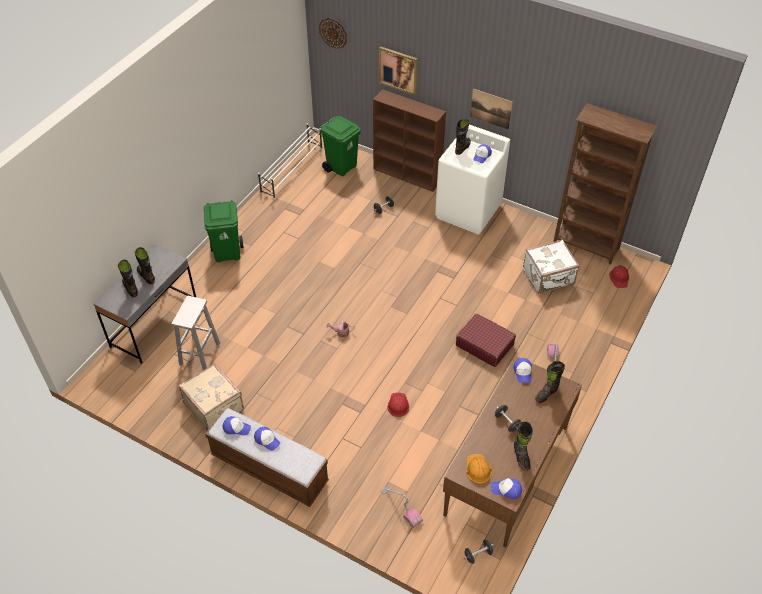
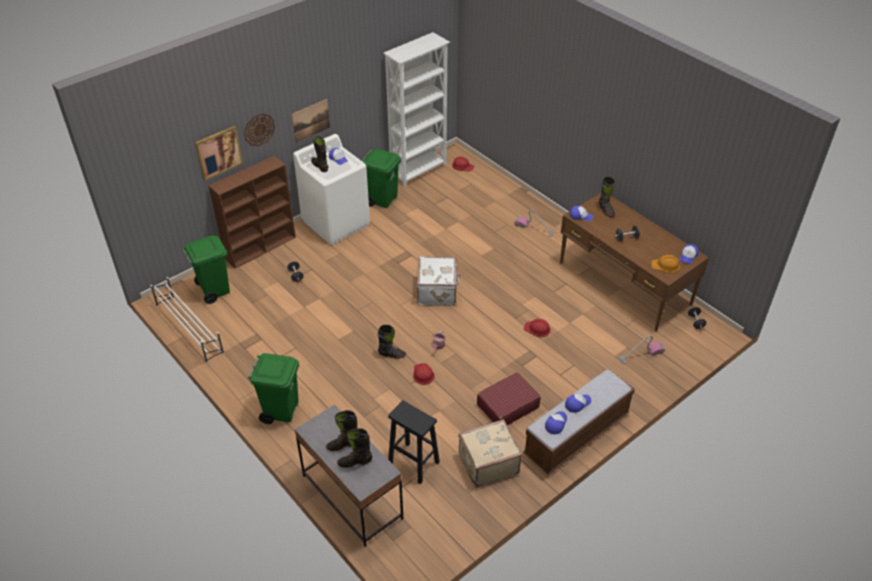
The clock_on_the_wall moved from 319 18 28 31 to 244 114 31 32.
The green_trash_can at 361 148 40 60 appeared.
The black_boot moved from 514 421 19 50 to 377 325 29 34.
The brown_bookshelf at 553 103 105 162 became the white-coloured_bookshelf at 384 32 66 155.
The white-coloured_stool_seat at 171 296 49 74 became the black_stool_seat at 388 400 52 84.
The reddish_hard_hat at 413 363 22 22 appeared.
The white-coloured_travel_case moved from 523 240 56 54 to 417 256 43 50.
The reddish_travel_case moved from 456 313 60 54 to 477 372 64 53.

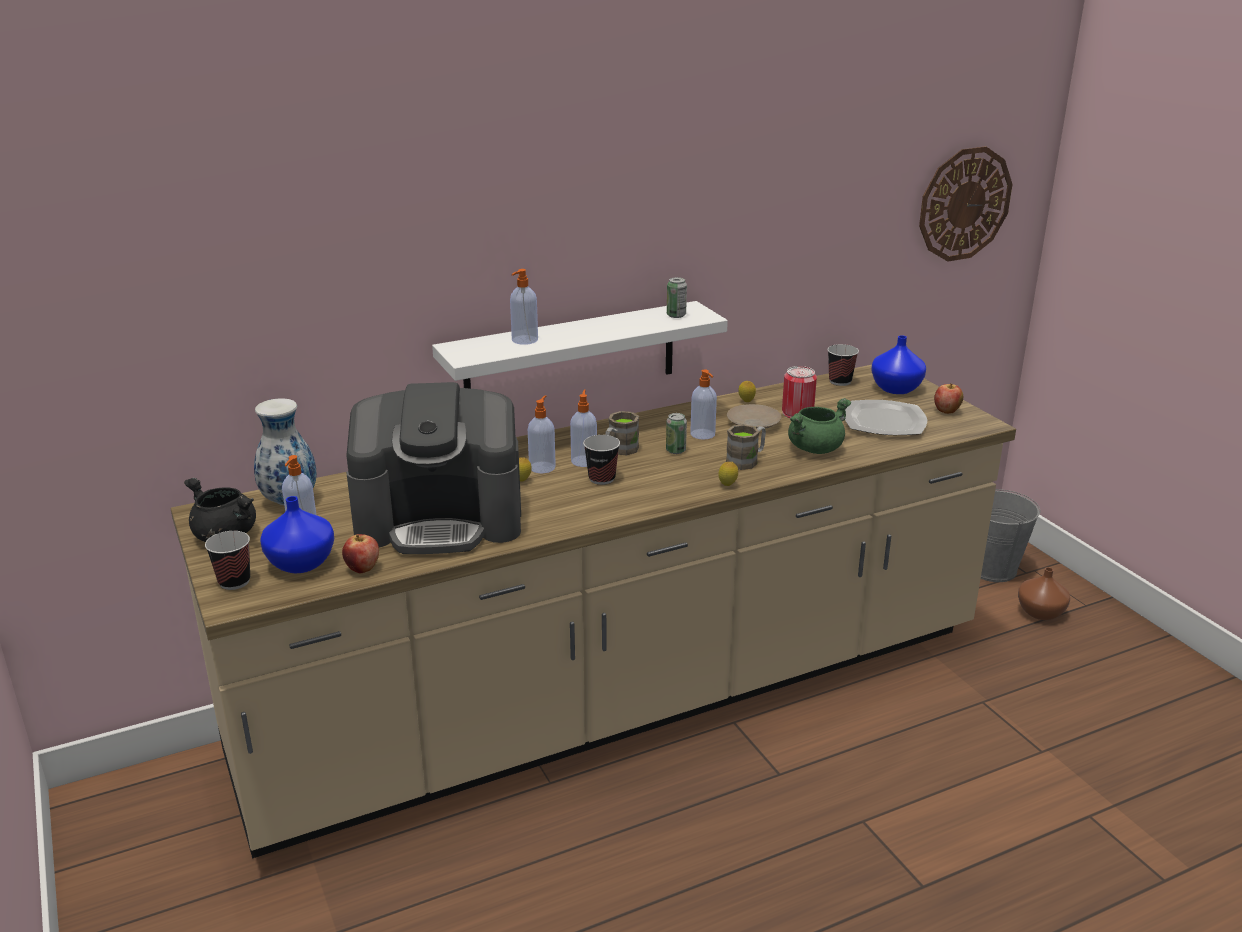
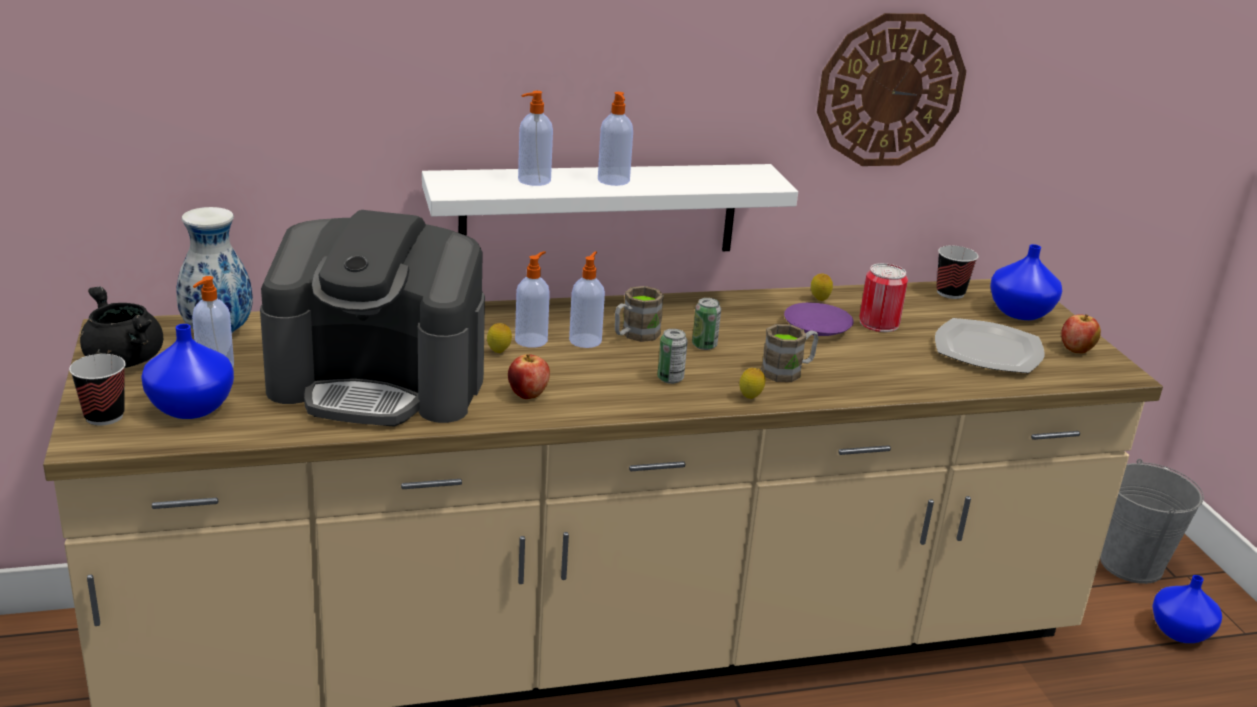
The apple moved from 342 534 37 39 to 508 354 42 45.
The soap_dispenser moved from 690 369 27 71 to 598 92 35 94.
The can moved from 667 277 20 41 to 657 329 31 55.
The sand-coloured_flat_dish at 727 404 54 25 became the purple_flat_dish at 784 303 70 33.
The clock_on_the_wall moved from 919 146 93 115 to 817 13 149 153.
The brown_vase at 1018 567 52 53 became the blue_vase at 1152 575 70 68.
The cup at 583 435 37 50 disappeared.
The green_saucepot at 788 398 63 56 disappeared.

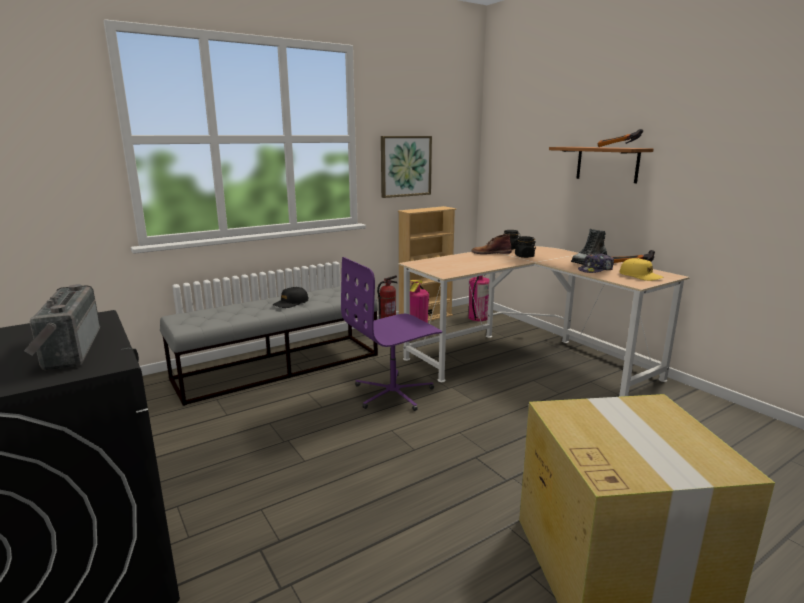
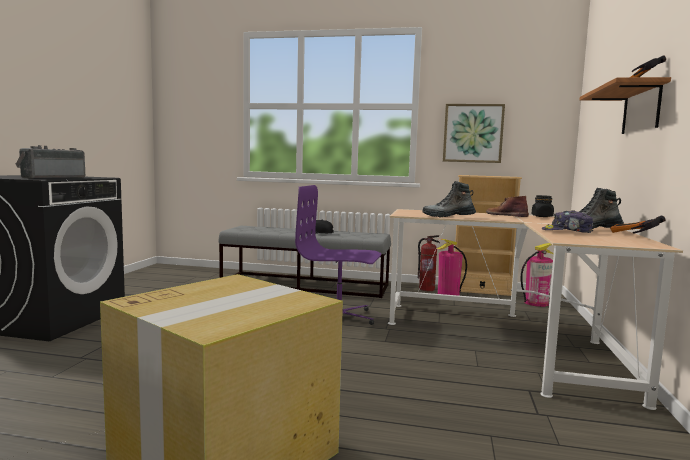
The boot at 423 181 53 37 appeared.
The black_storage_jar at 514 236 22 22 disappeared.
The yellowish_peaked_cap at 620 258 44 23 disappeared.

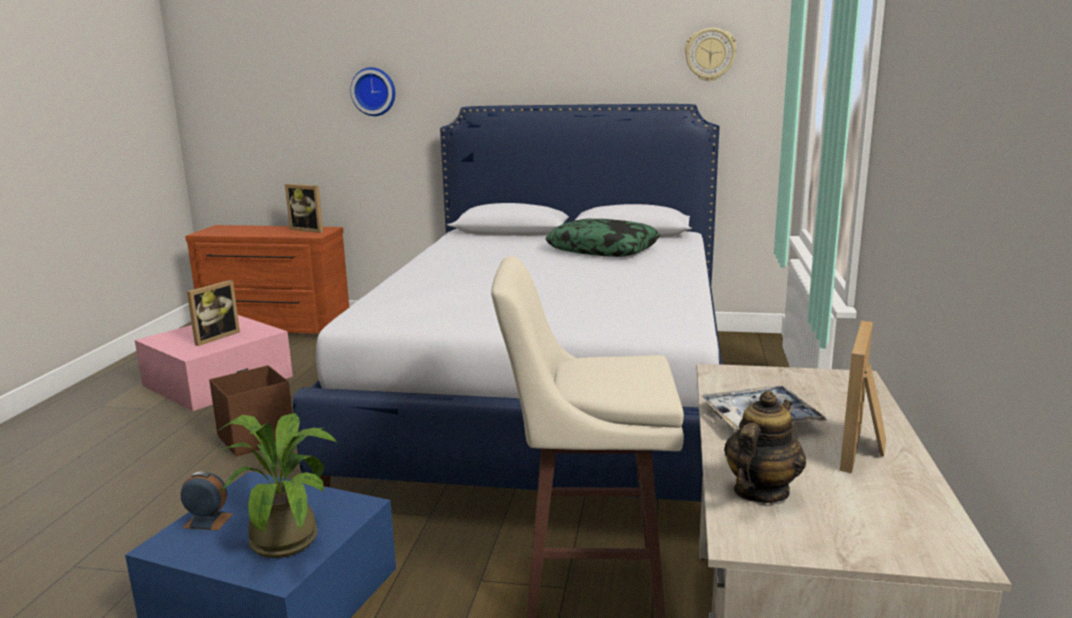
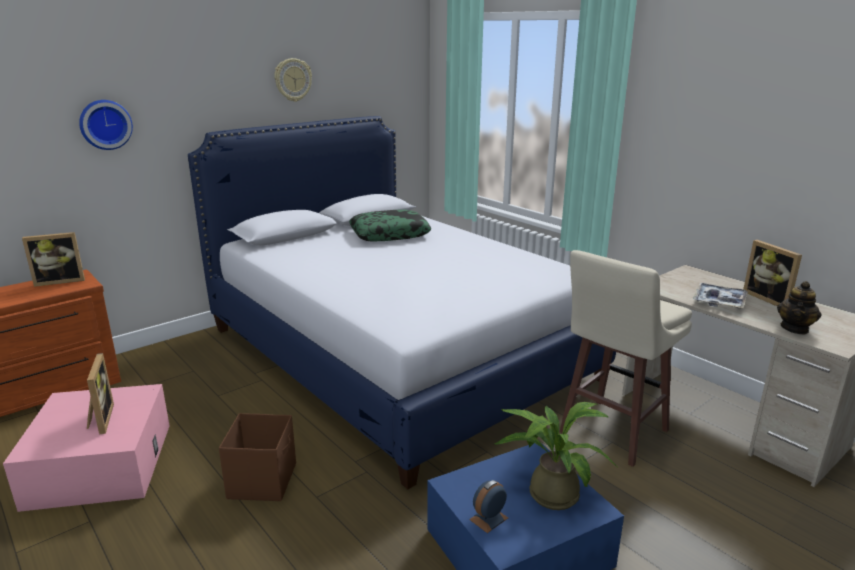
The clock_on_the_wall moved from 685 28 52 53 to 274 58 38 44.
The pot_for_tea at 724 391 82 112 turned 135 degrees counterclockwise.

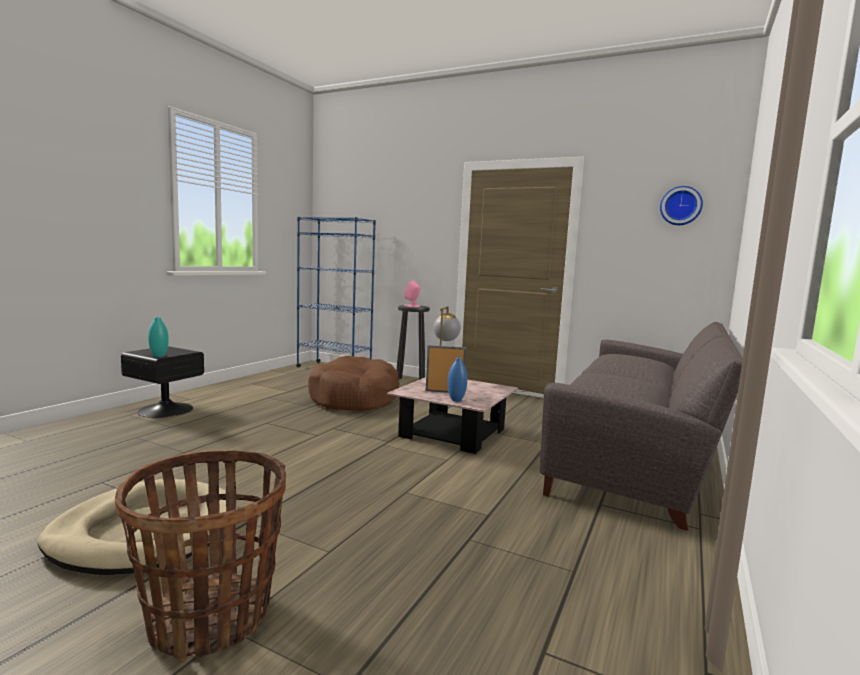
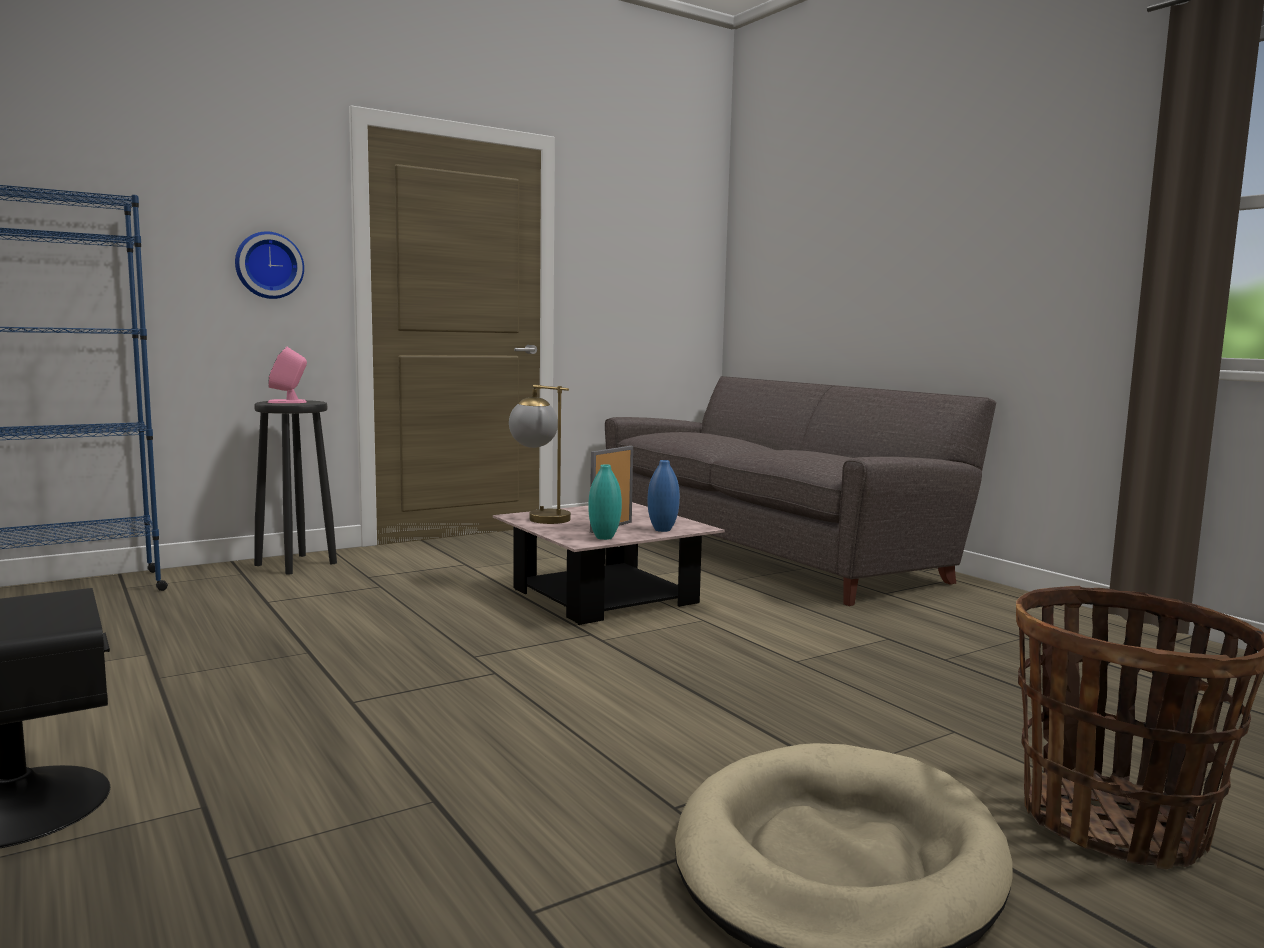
The clock_on_the_wall moved from 660 186 43 39 to 235 231 69 68.
The turquoise-coloured_vase moved from 148 317 21 40 to 588 464 34 76.
The brown_dog_cushion at 308 356 92 55 disappeared.

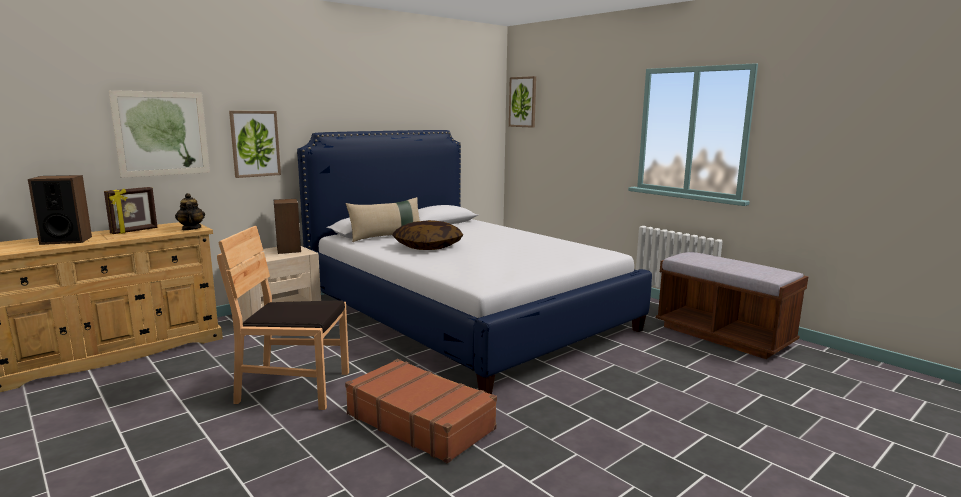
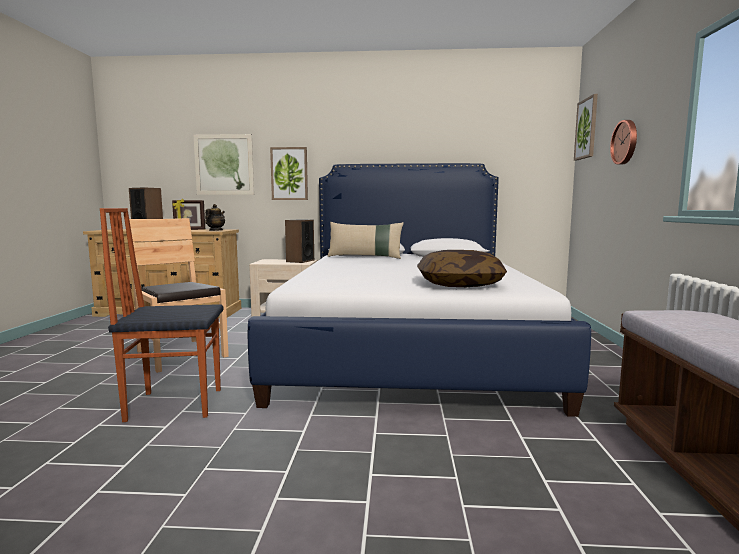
The brown_travel_case at 345 359 152 105 was replaced by the chair at 100 208 123 214.
The throw_pillow moved from 392 220 71 30 to 417 250 90 37.
The clock_on_the_wall at 610 120 27 44 appeared.

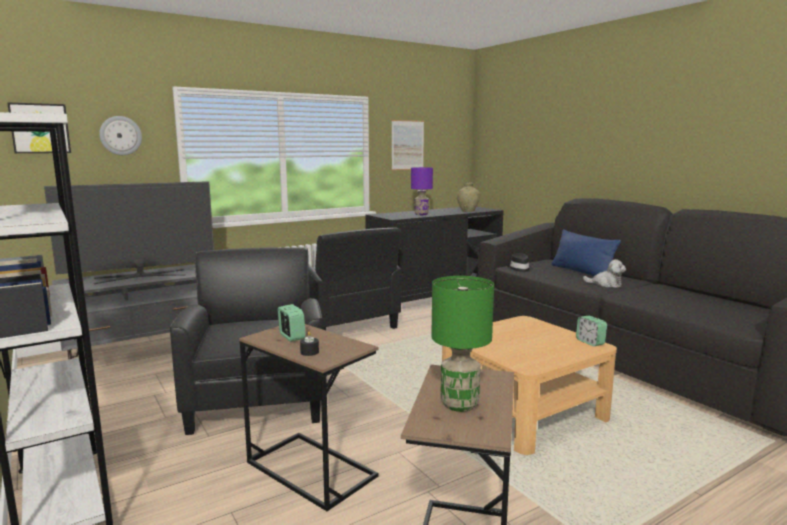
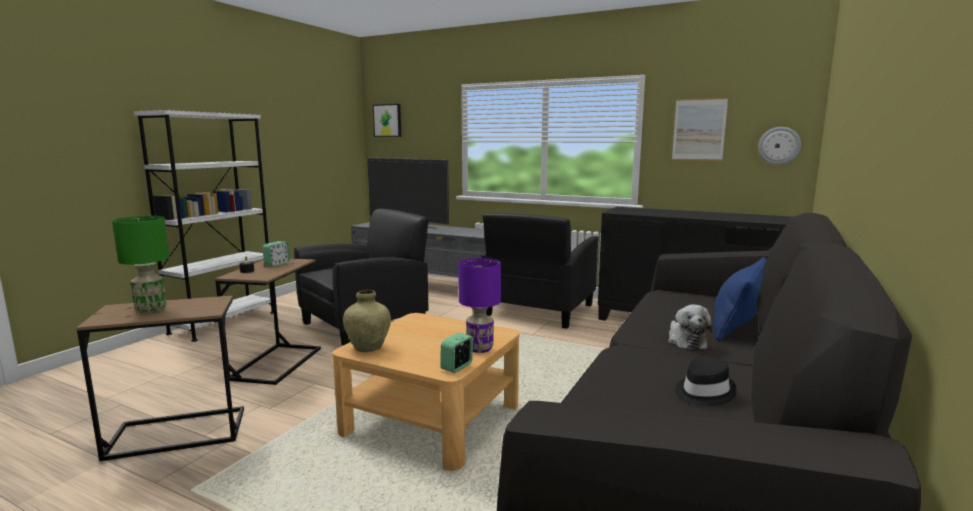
The sand-coloured_vase moved from 457 182 23 30 to 343 290 48 62.
The purple_table_lamp moved from 411 167 22 48 to 458 258 43 95.
The black_hat moved from 507 253 26 19 to 675 356 62 50.
The clock_on_the_wall moved from 99 116 43 39 to 758 127 43 38.

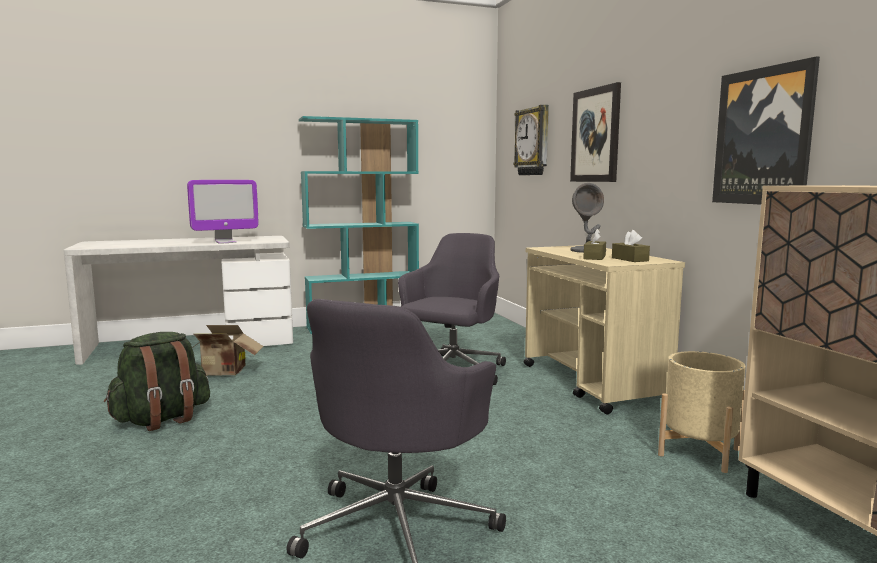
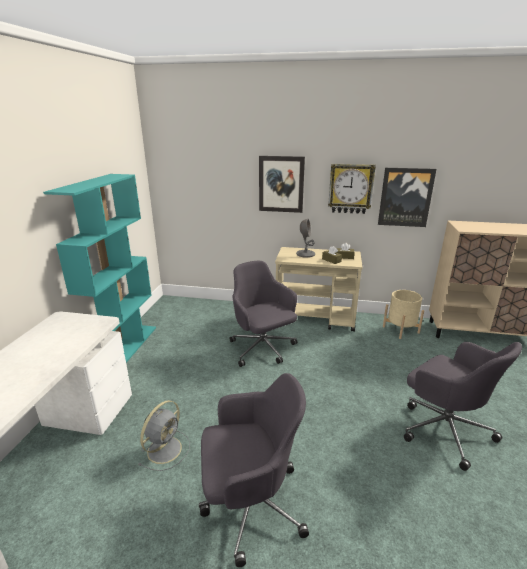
The cardboard_box at 192 325 72 50 was replaced by the gray_electric_fan at 138 400 52 71.
The green_backpack at 104 332 106 99 was replaced by the gray_office_chair at 199 373 110 194.
The clock_on_the_wall moved from 513 105 36 70 to 328 164 48 50.
The computer_screen at 187 180 72 64 disappeared.

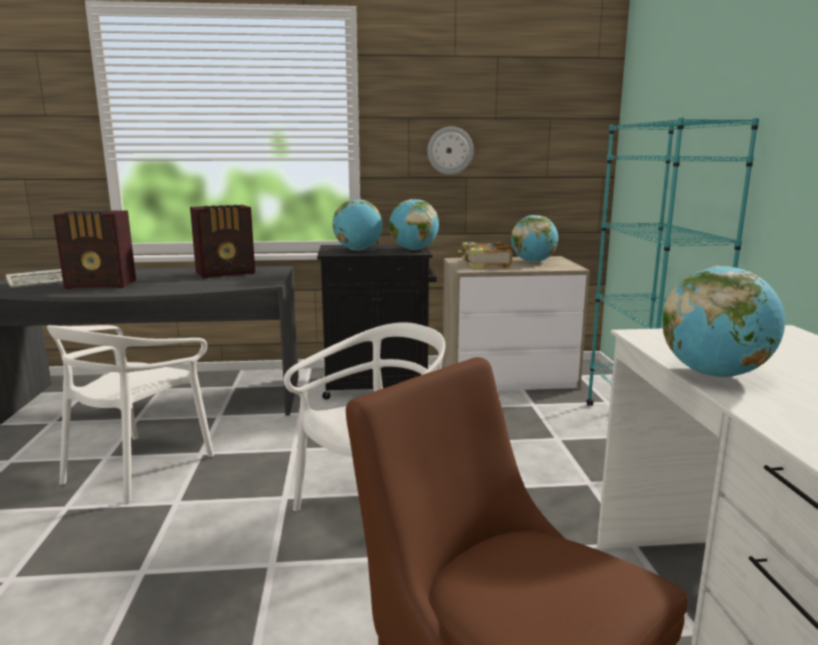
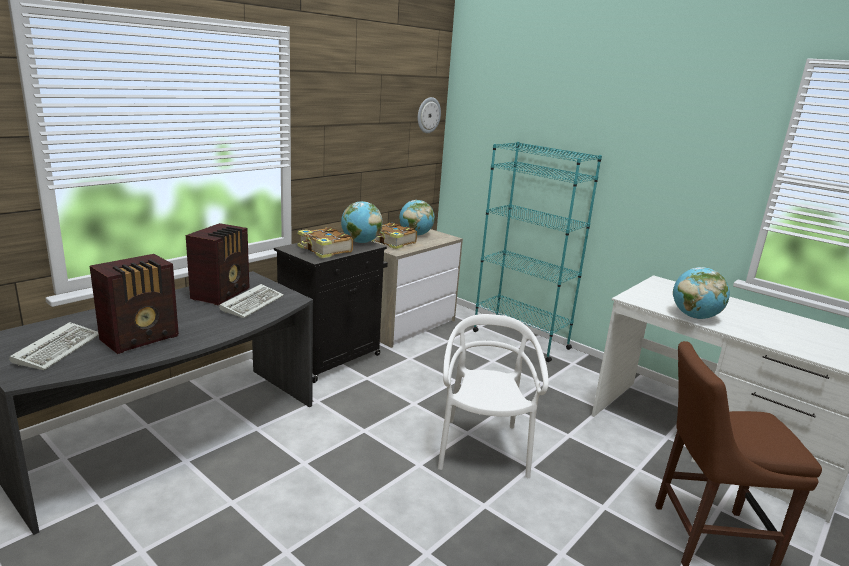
The PC_keyboard at 219 284 65 34 appeared.
The globe at 332 199 51 52 was replaced by the book at 297 227 56 31.
The clock_on_the_wall moved from 427 126 47 49 to 418 97 23 36.
The white-coloured_chair at 47 325 167 178 disappeared.

